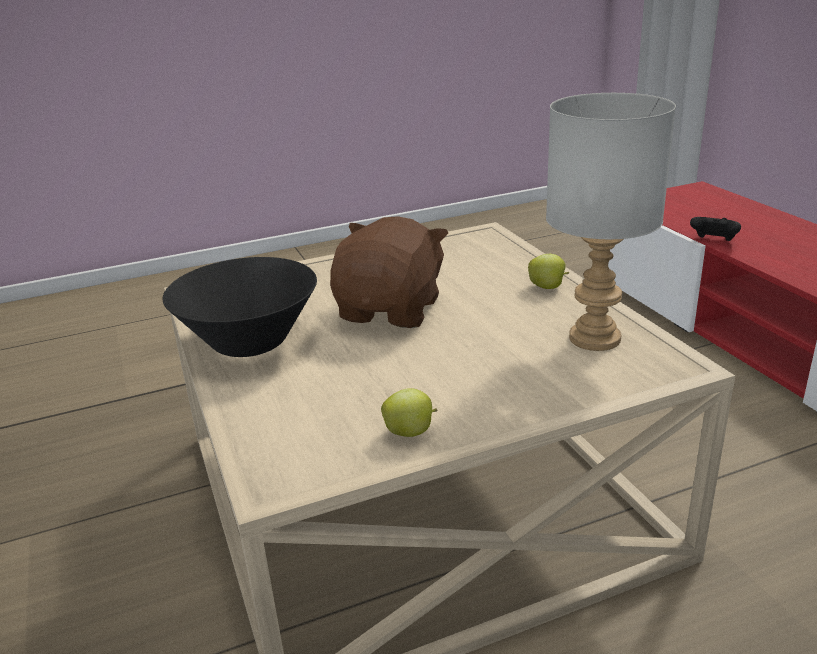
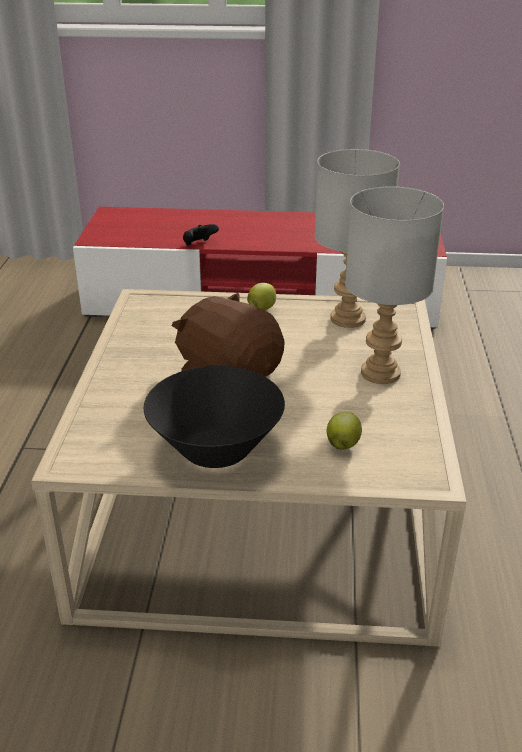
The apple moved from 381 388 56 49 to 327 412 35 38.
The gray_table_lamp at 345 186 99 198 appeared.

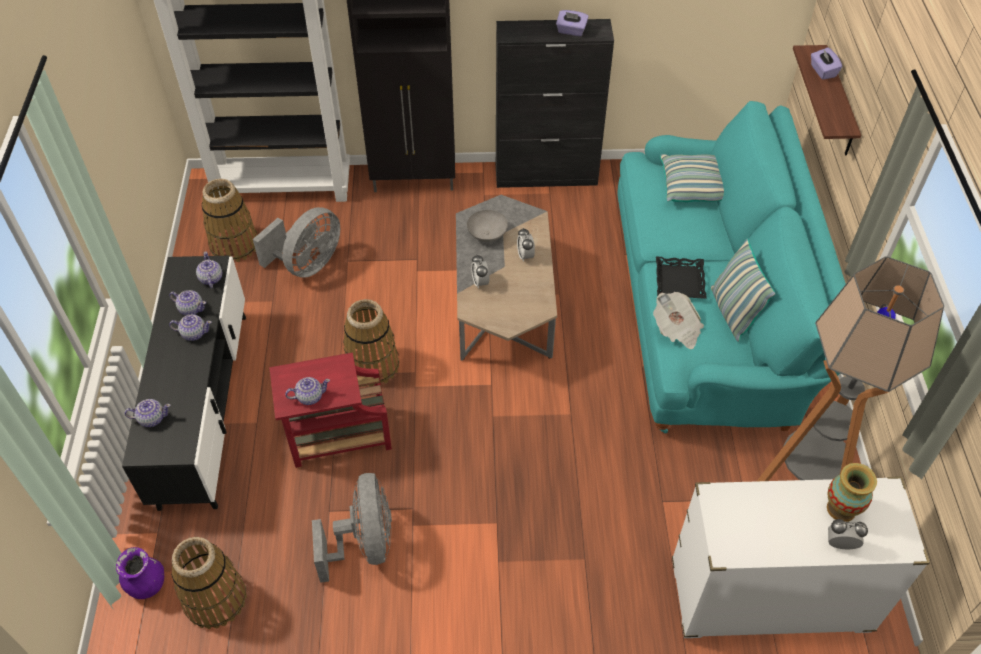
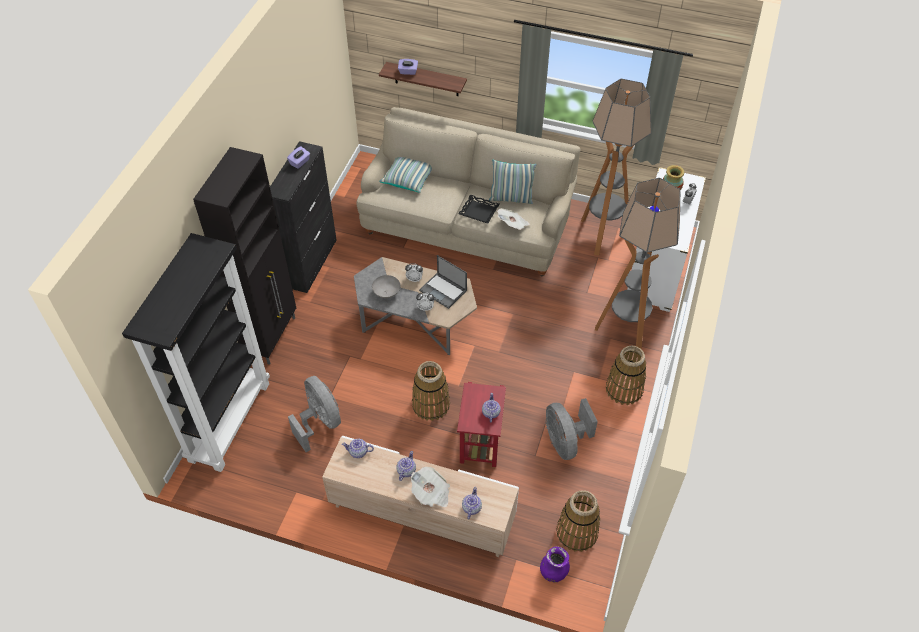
The black_media_console at 122 256 124 255 became the sand-coloured_media_console at 322 436 197 121.
The turquoise-coloured_sofa at 618 101 228 332 became the sand-coloured_sofa at 357 107 223 170.
The daily_paper at 411 467 39 40 appeared.
The portable_computer at 419 255 48 54 appeared.
The gray_electric_fan at 312 473 80 110 turned 120 degrees counterclockwise.
The floor_lamp at 595 178 85 179 appeared.
The household_basket moved from 202 179 56 83 to 606 346 40 59.
The pot_for_tea at 169 290 37 26 disappeared.

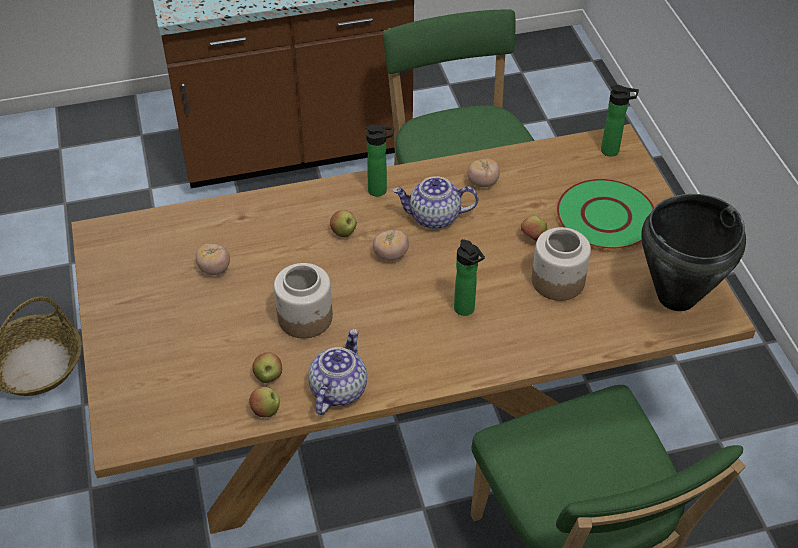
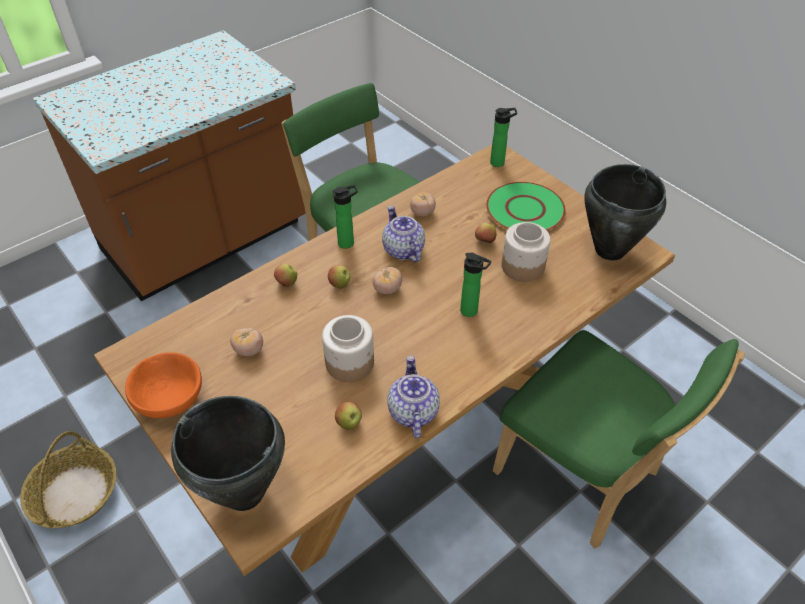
The orange-coloured_deep_dish at 125 352 77 66 appeared.
The black_saucepot at 171 396 114 115 appeared.
The apple moved from 249 387 31 30 to 274 264 23 23.
The pot_for_tea at 392 176 86 53 turned 90 degrees clockwise.

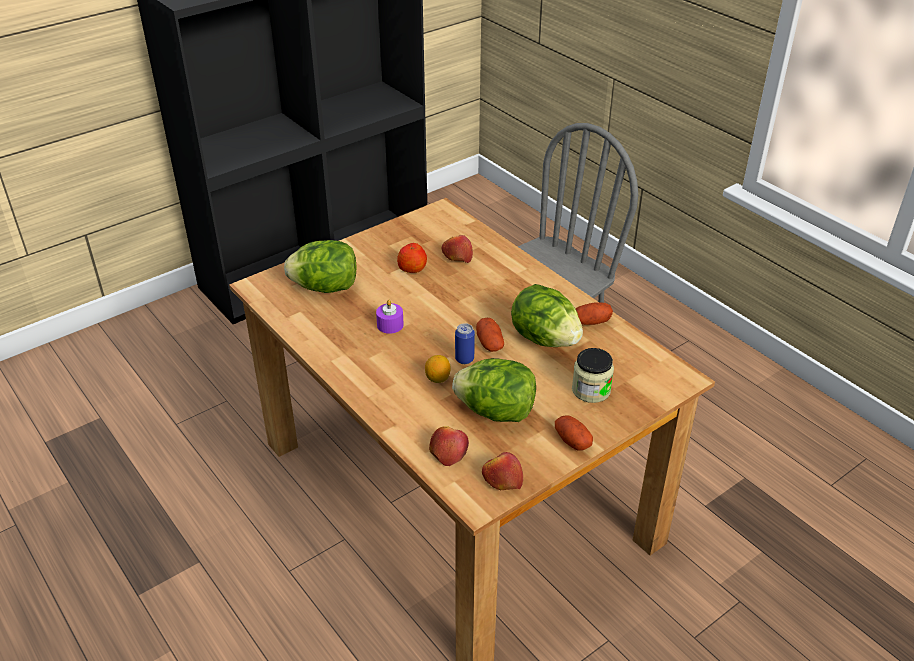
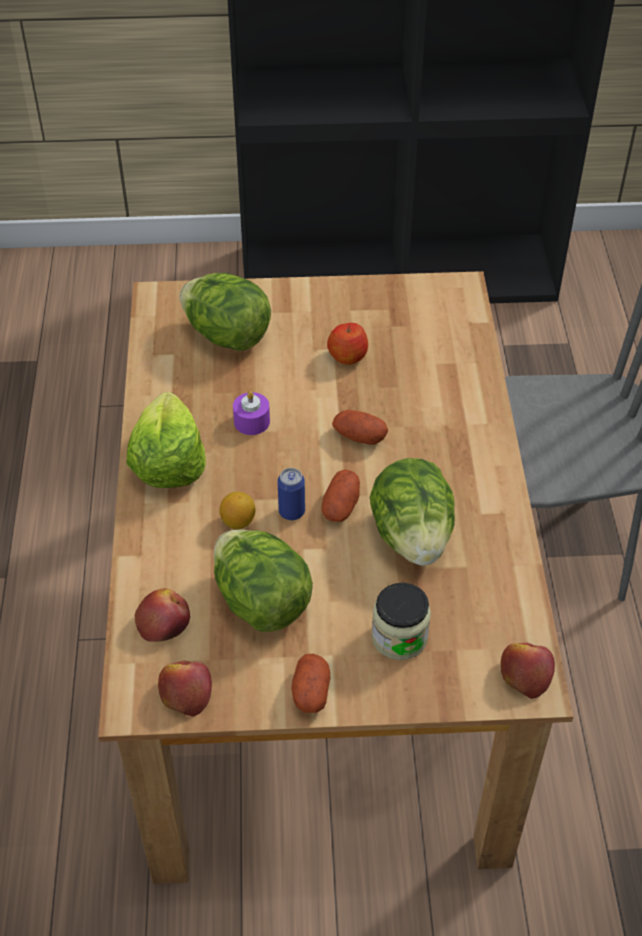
The head_of_lettuce at 127 392 79 96 appeared.
The whole_potato moved from 576 302 37 23 to 332 410 56 35.
The apple moved from 442 235 31 28 to 501 643 54 56.

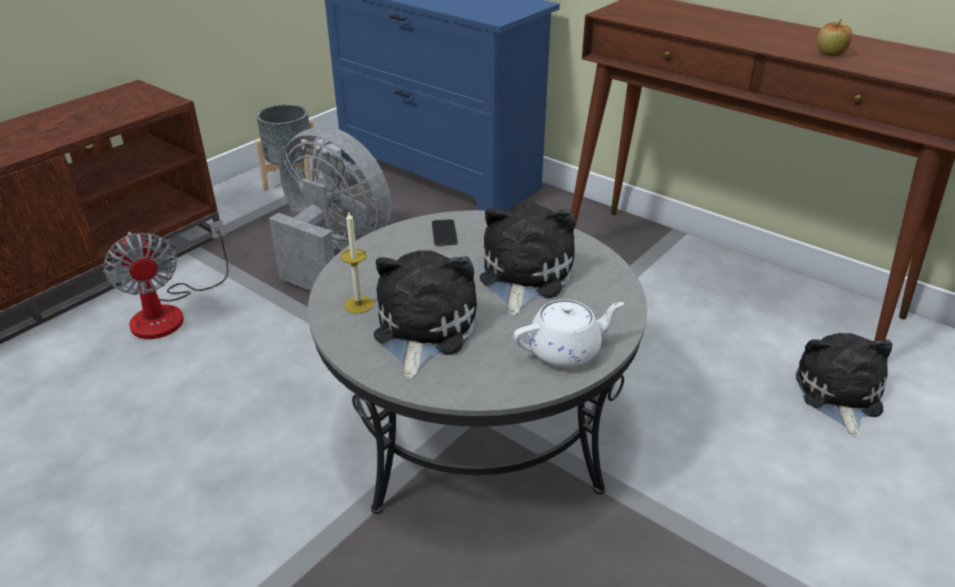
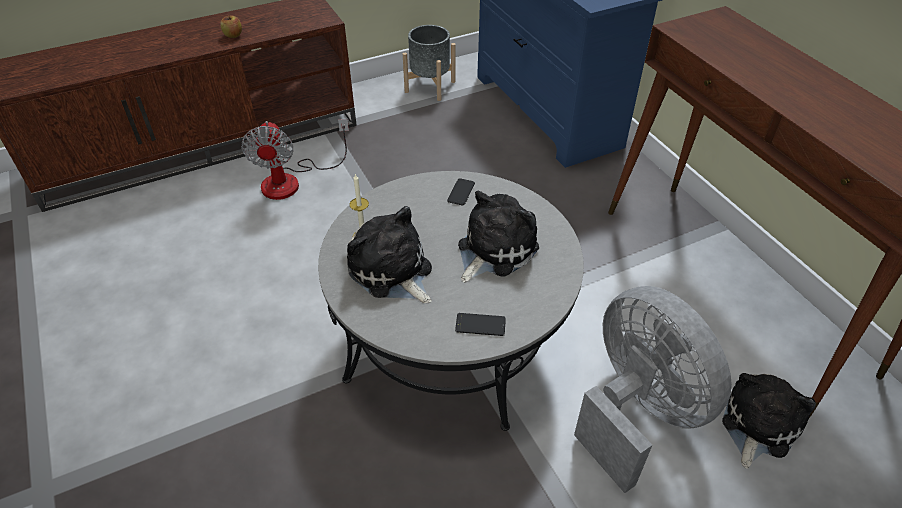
The apple moved from 817 19 36 37 to 221 16 21 22.
The plush_toy at 374 250 103 129 turned 75 degrees counterclockwise.
The white-coloured_pot_for_tea at 513 299 111 68 was replaced by the telephone at 455 313 51 23.
The gray_electric_fan moved from 269 127 122 164 to 574 286 158 207.

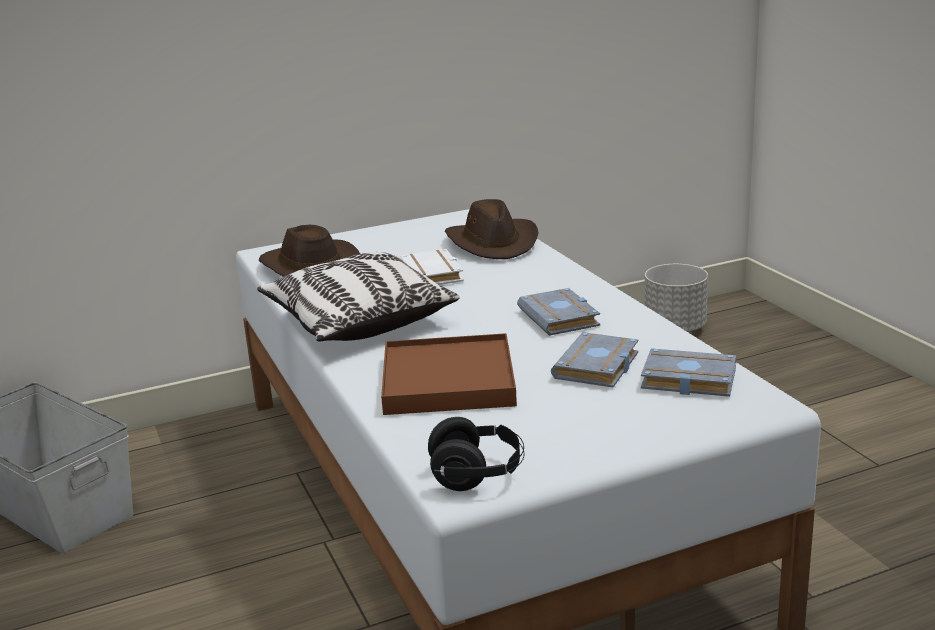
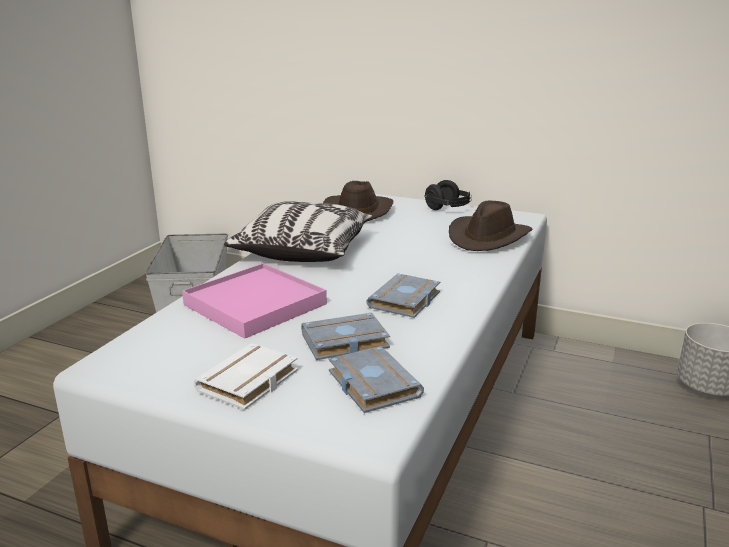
The brown_serving_tray at 381 333 136 82 became the pink_serving_tray at 182 263 145 76.
The white-coloured_book moved from 399 249 65 36 to 194 343 104 67.
The black_headphones moved from 428 417 96 74 to 424 180 48 30.

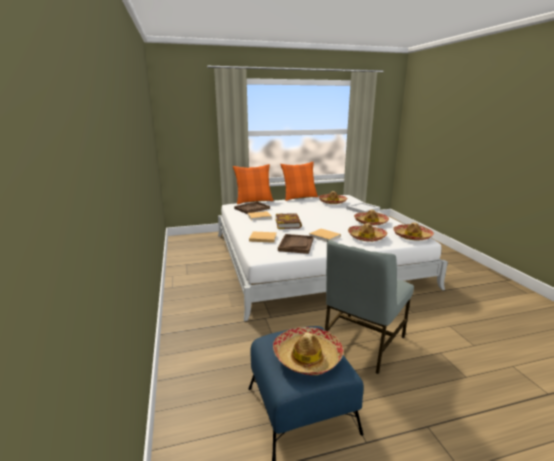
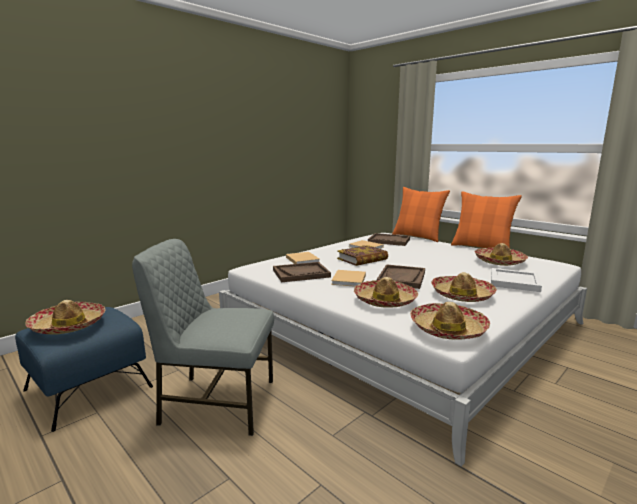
The brown_serving_tray at 377 264 48 25 appeared.

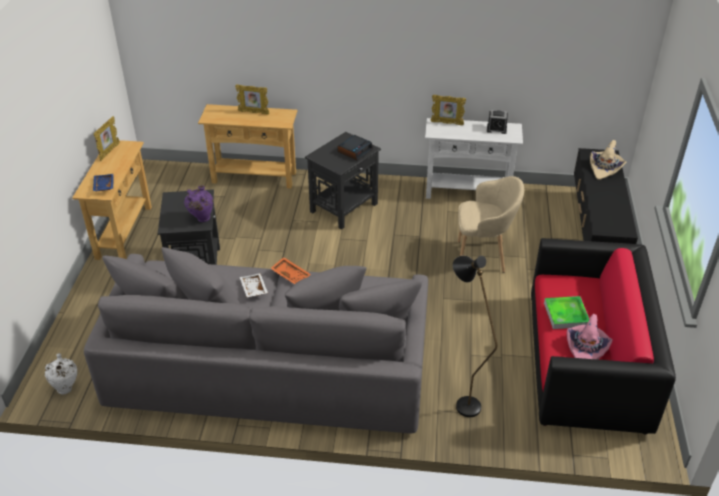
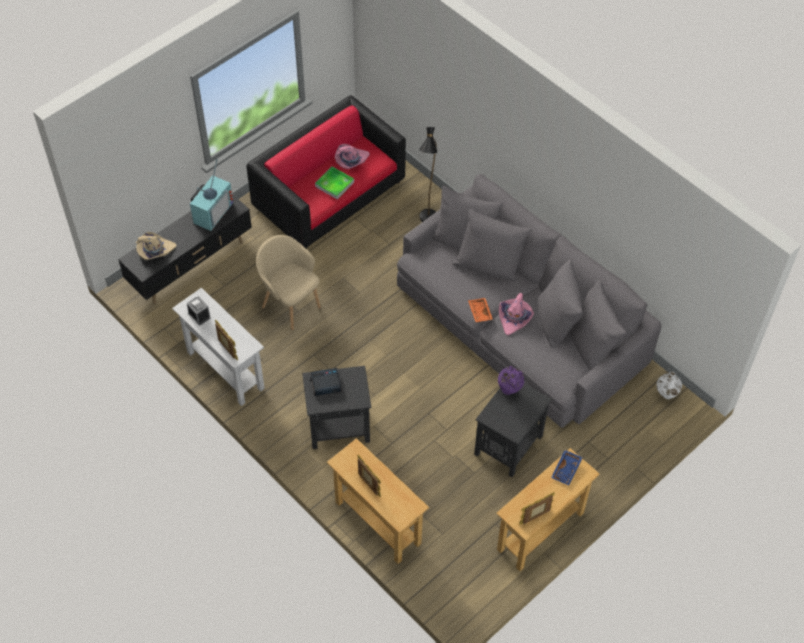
The TV_set at 190 159 43 72 appeared.
The white-coloured_serving_tray at 240 273 28 24 was replaced by the pink_hat at 499 293 35 42.

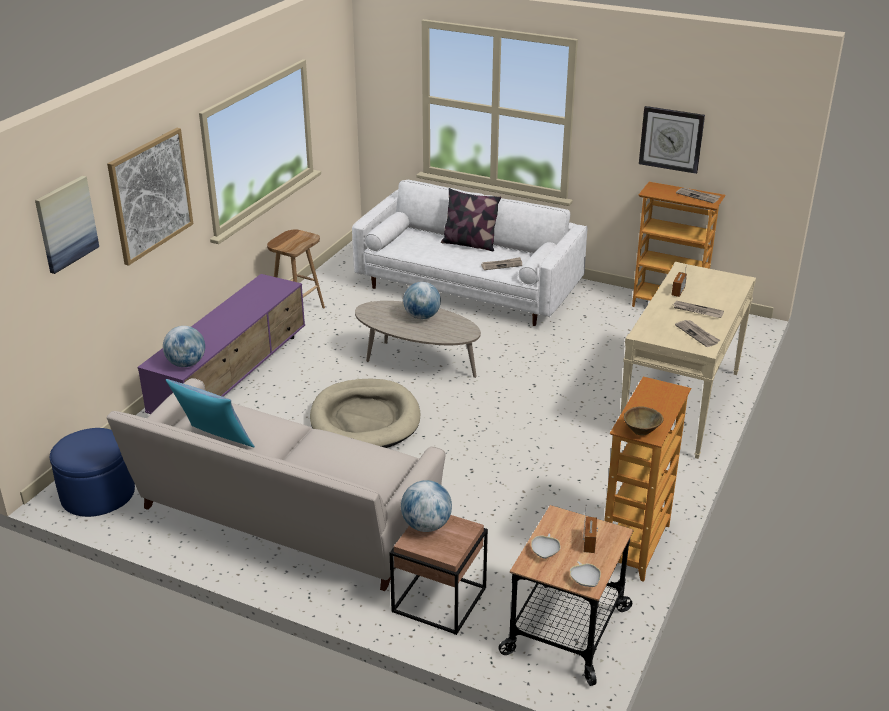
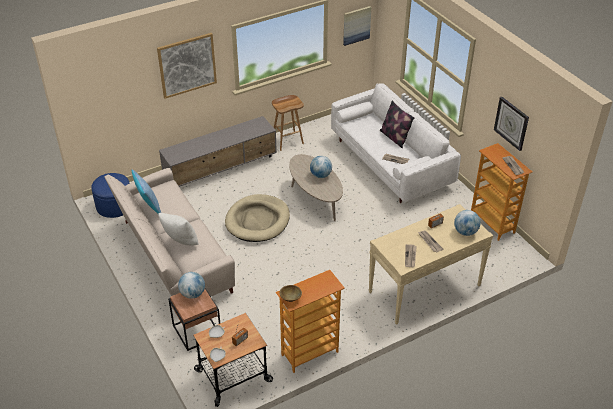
The white-coloured_throw_pillow at 158 213 41 32 appeared.
The purple_media_console at 137 274 168 140 became the gray_media_console at 159 116 118 71.
The picture moved from 35 176 64 98 to 343 6 29 40.
The globe moved from 163 326 42 41 to 454 210 27 26.

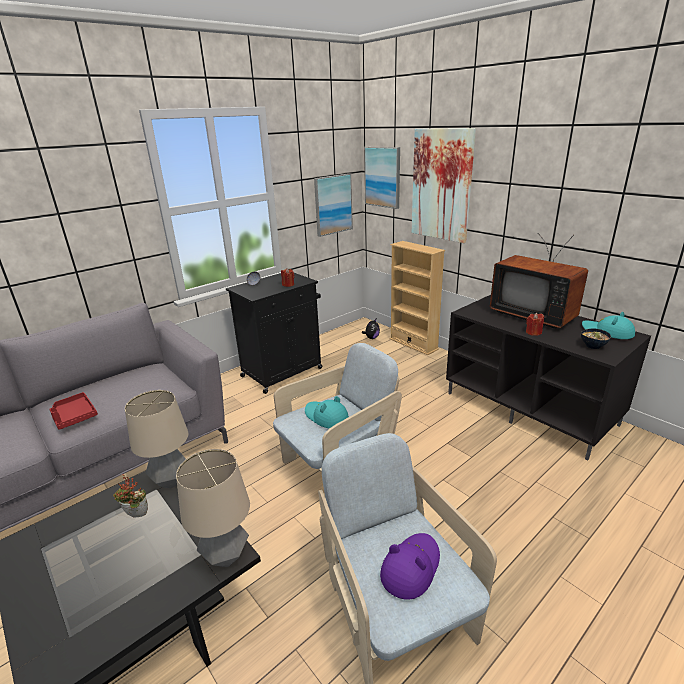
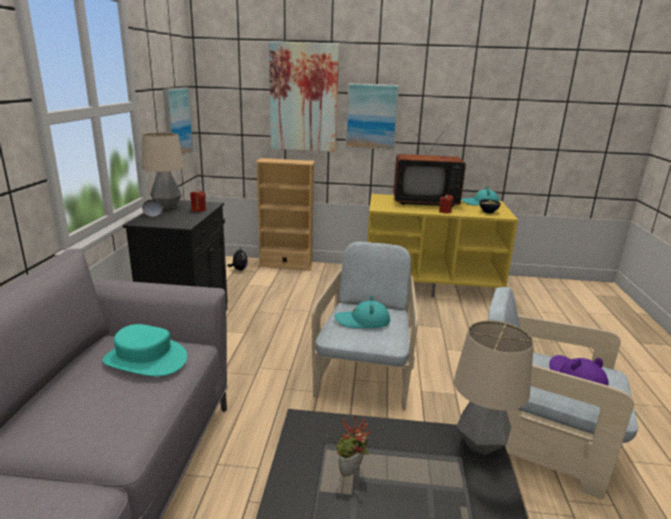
The turquoise-coloured_hat at 103 324 84 52 appeared.
The table_lamp moved from 125 390 63 99 to 142 132 42 77.
The picture moved from 364 146 36 63 to 345 83 54 67.
The black_media_console at 446 295 205 166 became the yellowish_media_console at 367 194 151 103.
The reddish_serving_tray at 49 392 49 38 disappeared.

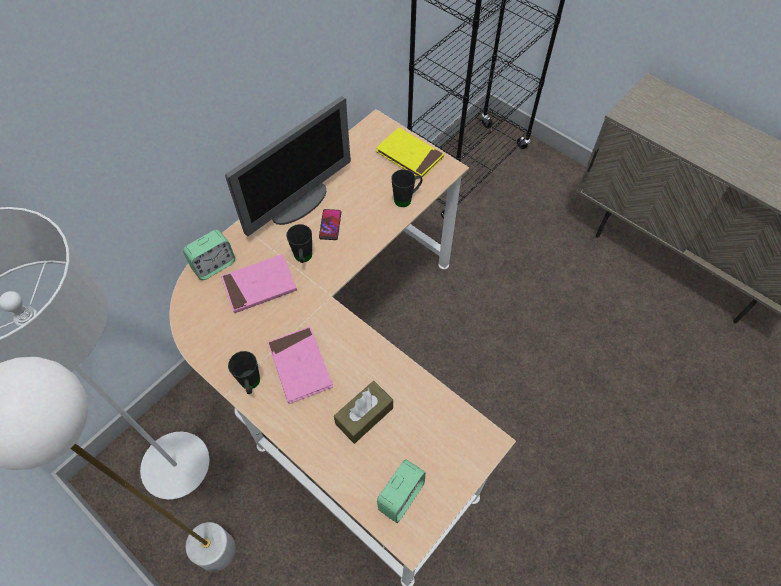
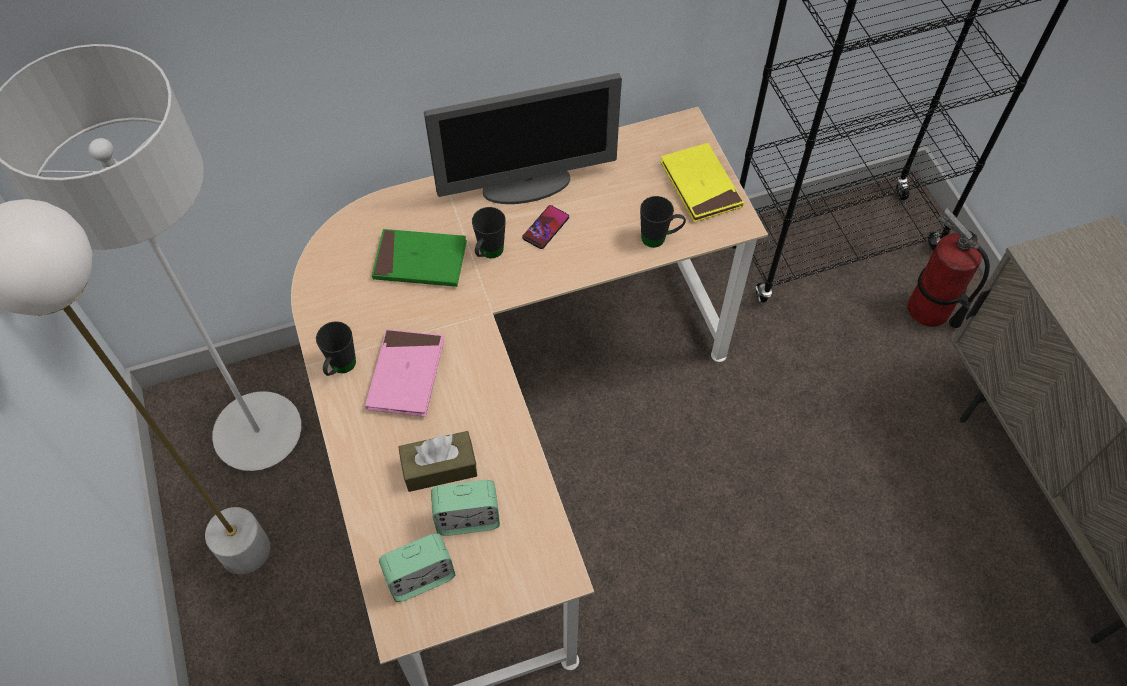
The pink_book at 221 254 76 59 became the green_book at 372 229 95 58.
The table_clock moved from 183 230 52 50 to 431 480 69 56.
The fire-fighting_cylinder at 908 208 82 120 appeared.

